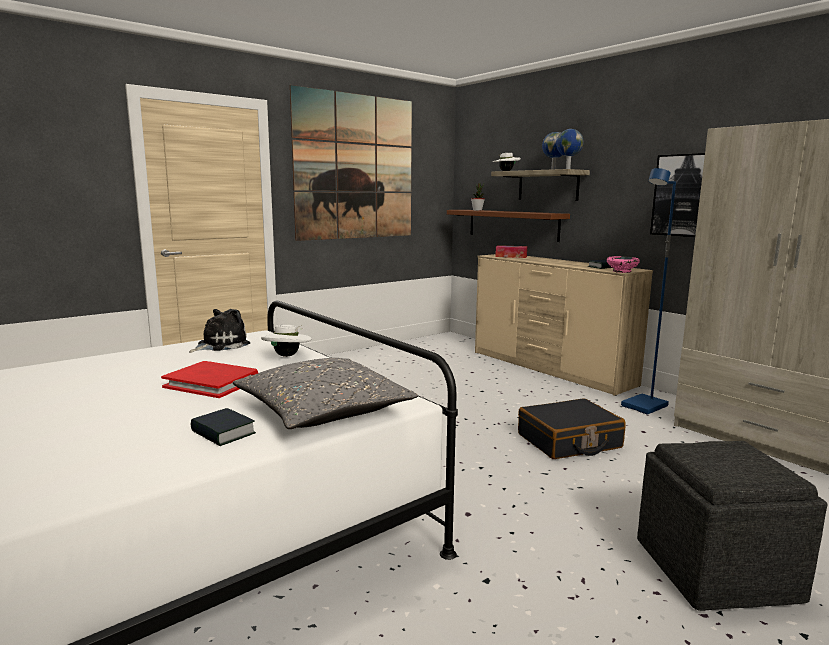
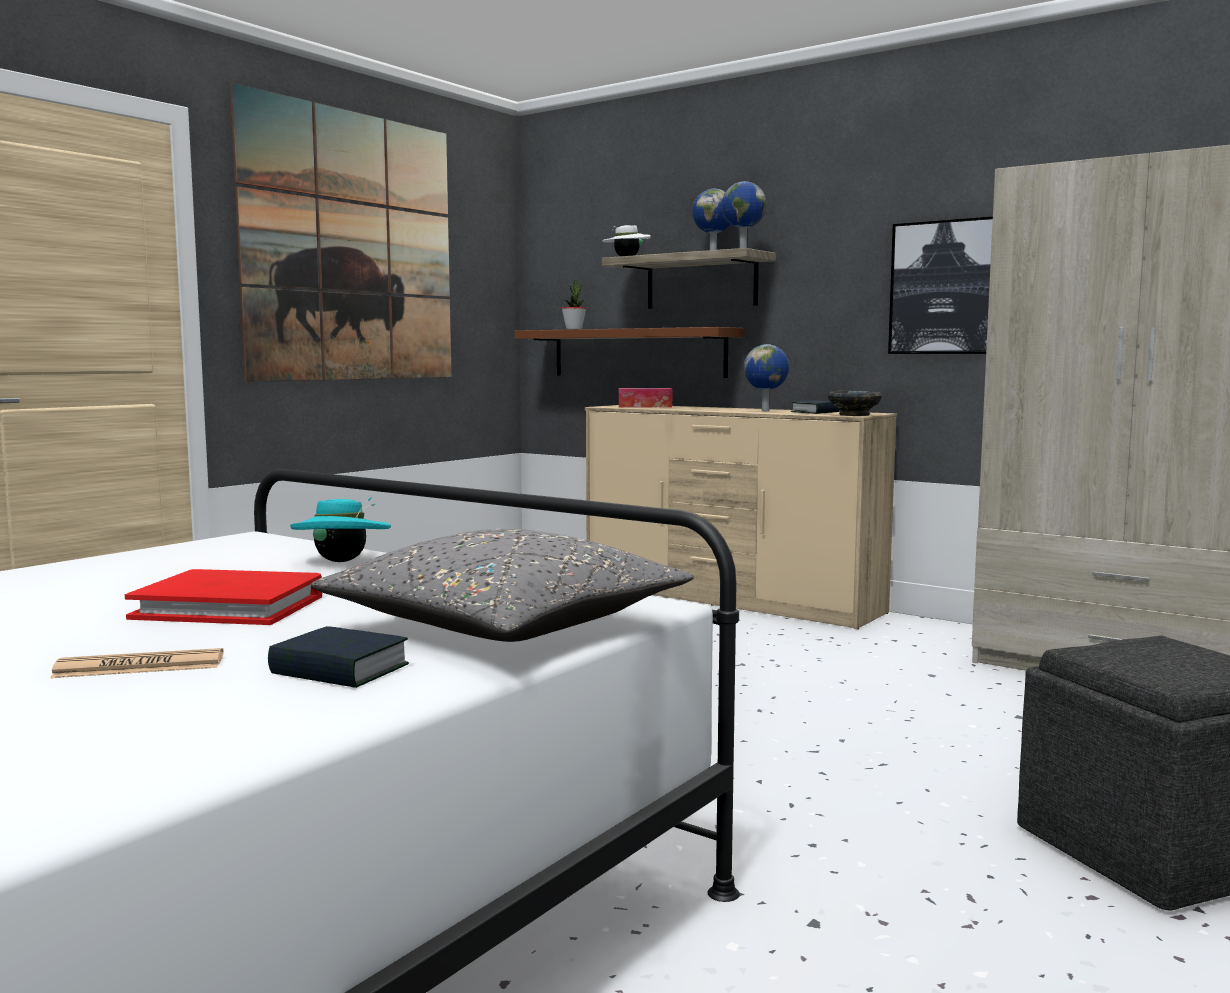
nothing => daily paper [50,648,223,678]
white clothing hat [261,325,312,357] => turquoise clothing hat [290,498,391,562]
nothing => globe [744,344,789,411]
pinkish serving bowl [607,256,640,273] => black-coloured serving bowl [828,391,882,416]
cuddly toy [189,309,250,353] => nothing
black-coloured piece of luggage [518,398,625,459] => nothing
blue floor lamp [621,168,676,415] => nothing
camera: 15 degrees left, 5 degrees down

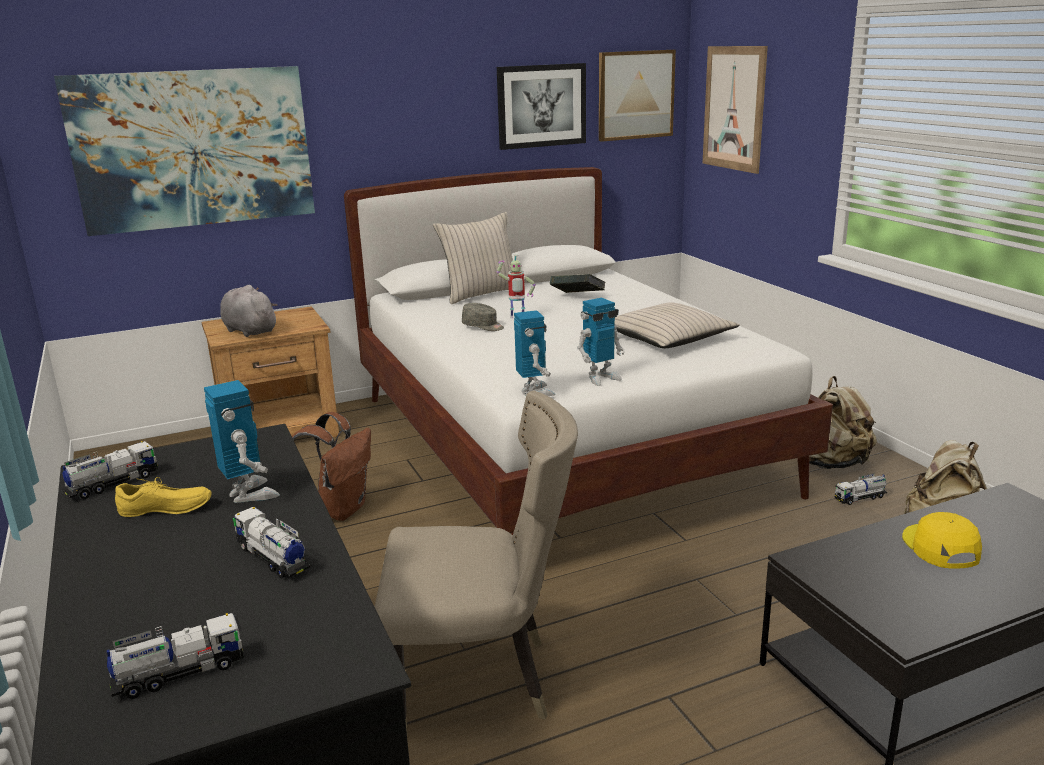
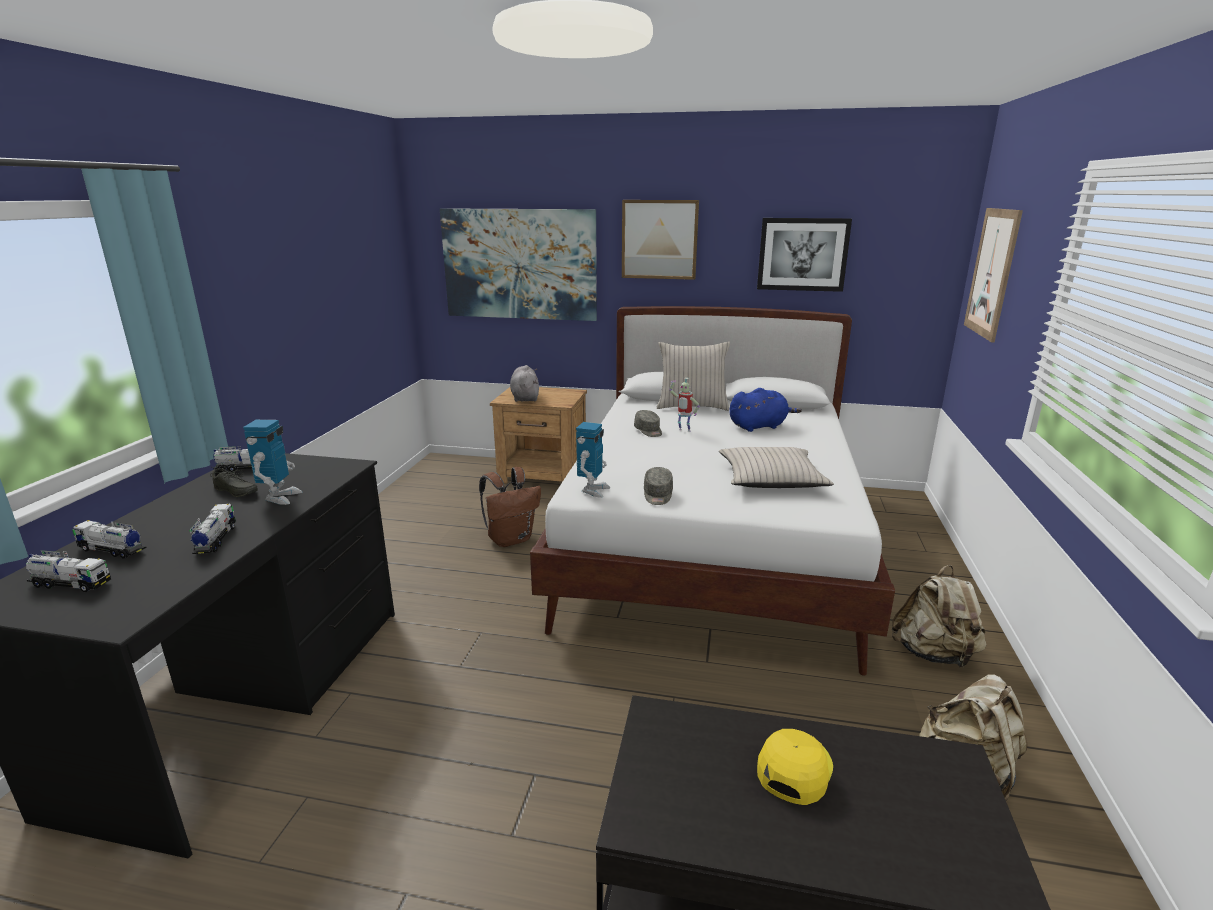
toy lorry [835,473,887,505] => toy lorry [72,520,147,559], move
yellow item of footwear [115,477,212,517] => grey item of footwear [210,467,258,497]
picture [599,50,676,142] => picture [622,200,699,280], move
toy robot [577,298,625,386] => grey baseball cap [644,467,673,505]
bound book [550,274,605,293] => blue cuddly toy [729,388,802,432]
sand-coloured plain chair [375,391,578,732] => nothing
camera: 35 degrees right, 0 degrees up

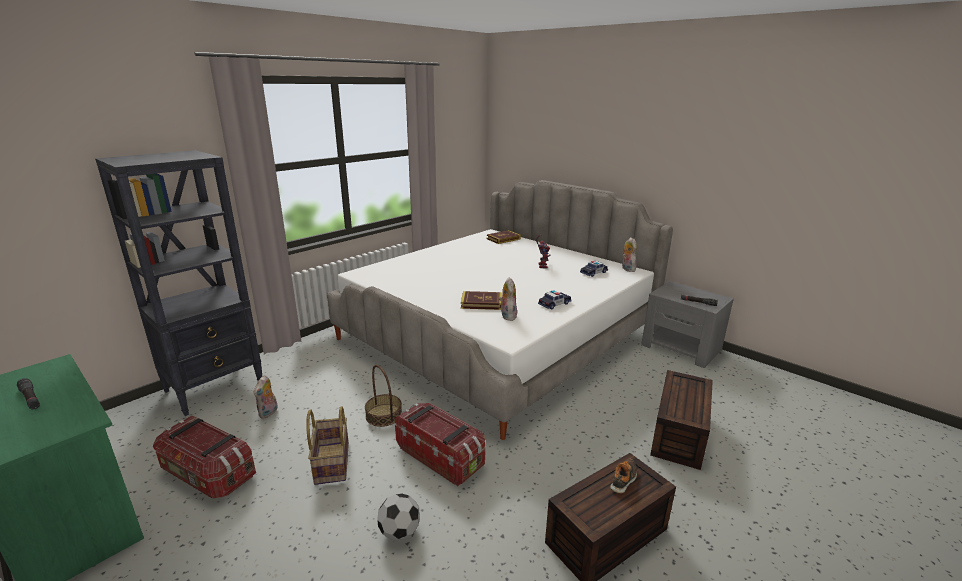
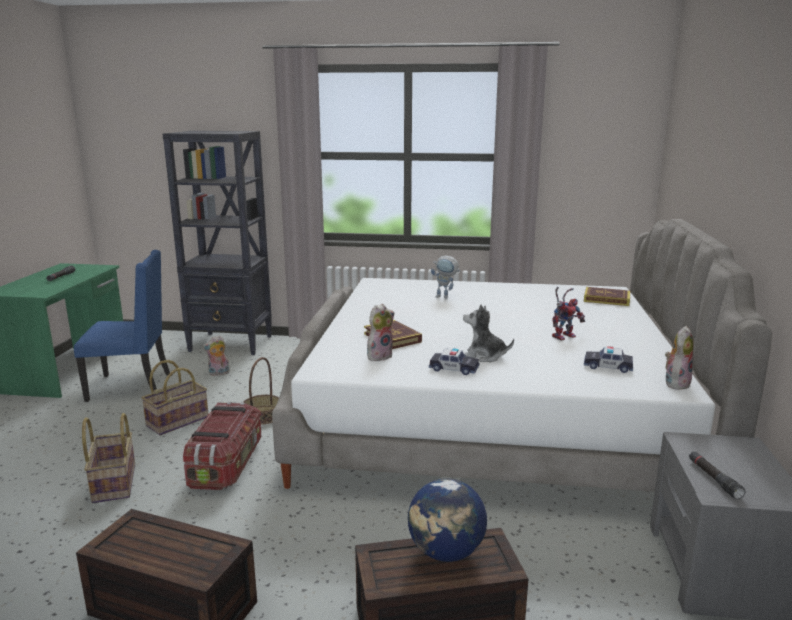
storage container [153,415,256,499] => blue plain chair [74,250,170,402]
ball for football [377,493,419,541] => storage basket [82,413,135,503]
nothing => globe [408,478,487,562]
nothing => toy robot [431,255,461,299]
nothing => cuddly toy [463,305,514,362]
item of footwear [610,459,637,493] => nothing
camera: 55 degrees right, 5 degrees down

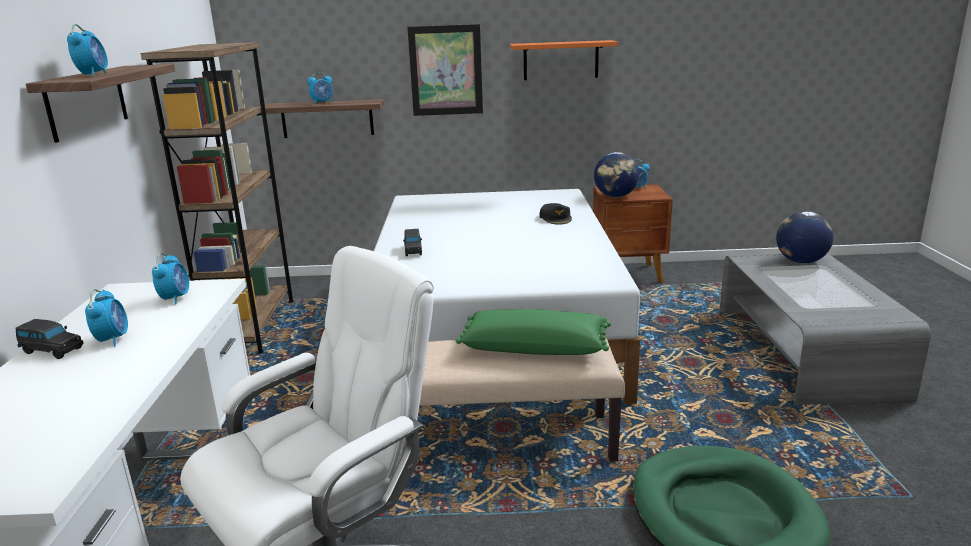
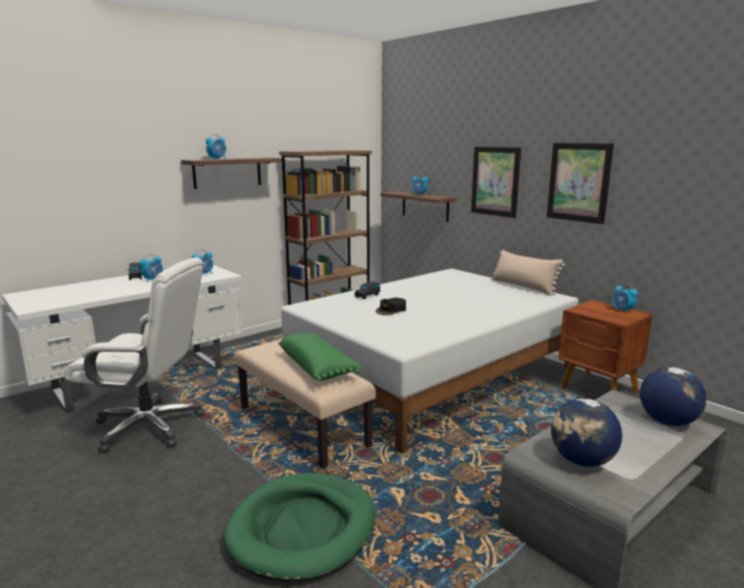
black-coloured baseball cap [540,203,572,225] => black-coloured baseball cap [376,298,406,315], move
nothing => sand-coloured cushion [492,250,565,295]
orange shelf [510,40,618,80] => picture [547,143,614,224]
globe [594,152,639,197] => globe [551,398,622,467], move
camera: 50 degrees right, 5 degrees down

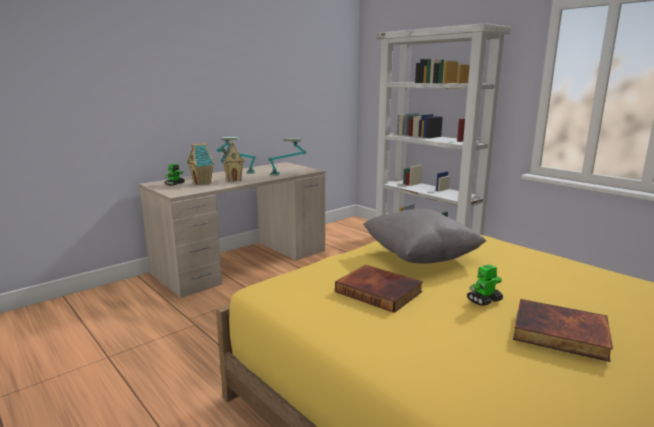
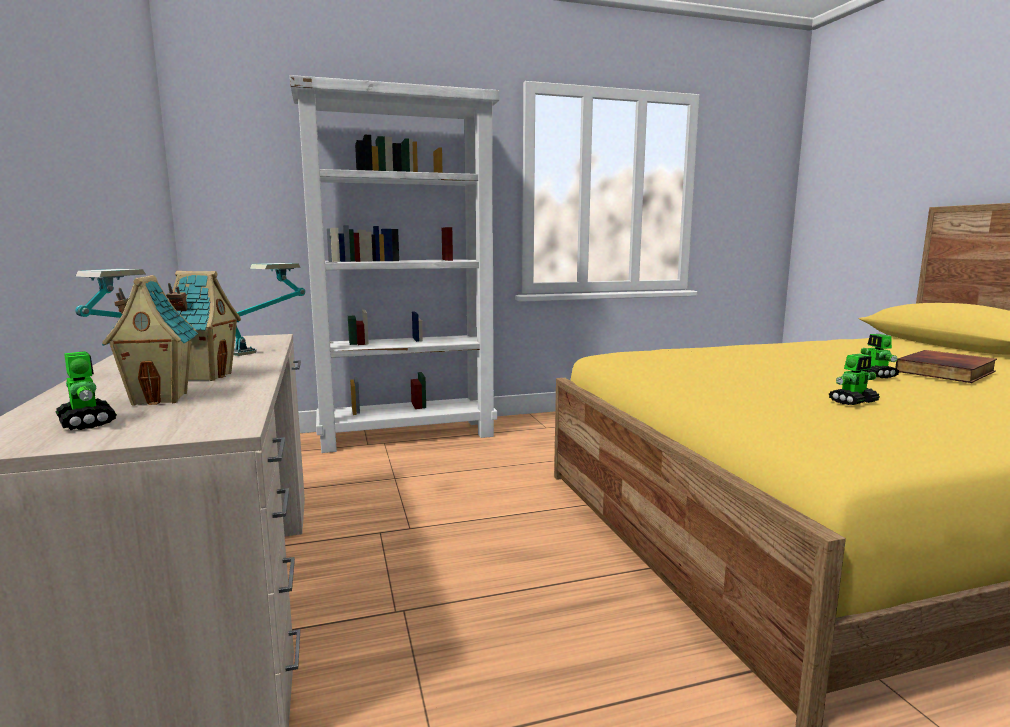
bound book [335,265,423,313] => toy robot [829,354,880,405]
grey cushion [363,209,486,264] => nothing
camera: 65 degrees left, 5 degrees down

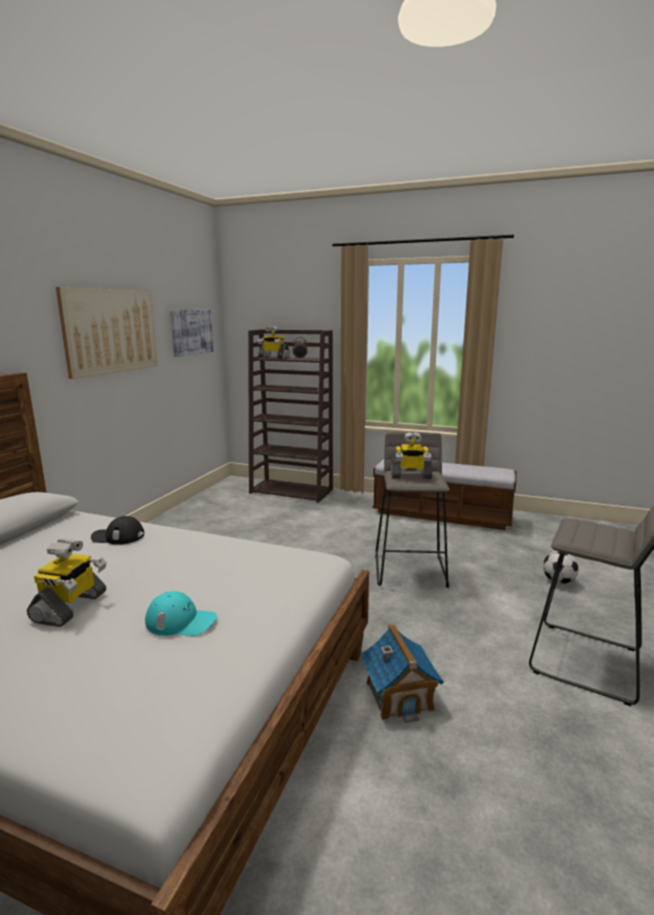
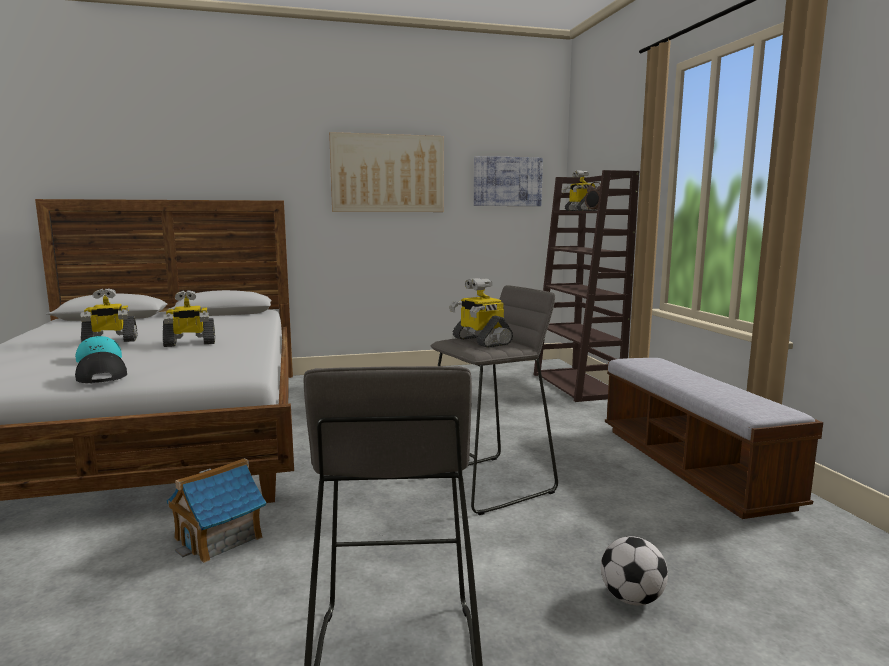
black-coloured baseball cap [91,516,144,545] => black-coloured baseball cap [75,352,127,383], move
nothing => toy robot [163,290,215,347]
camera: 55 degrees right, 5 degrees down

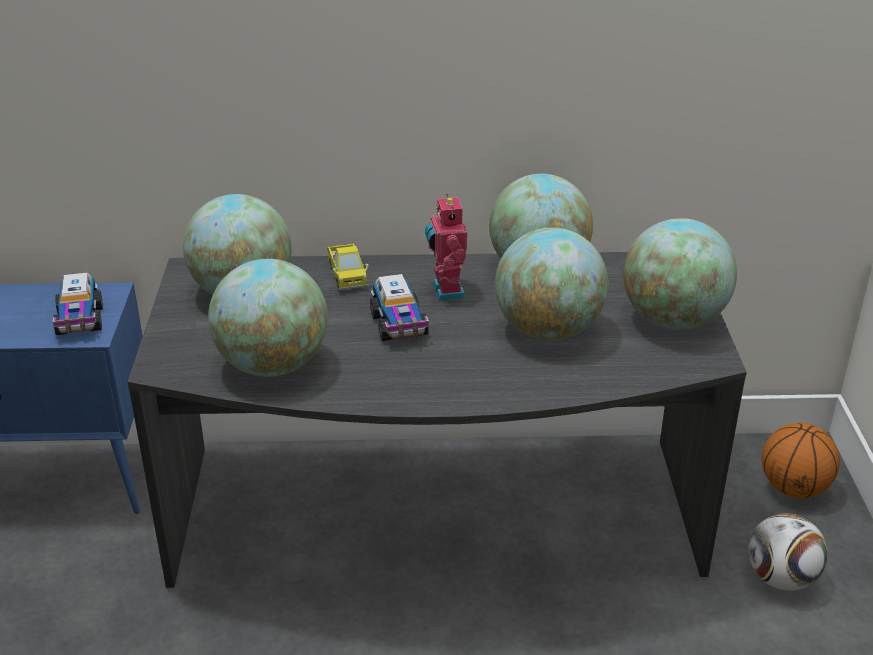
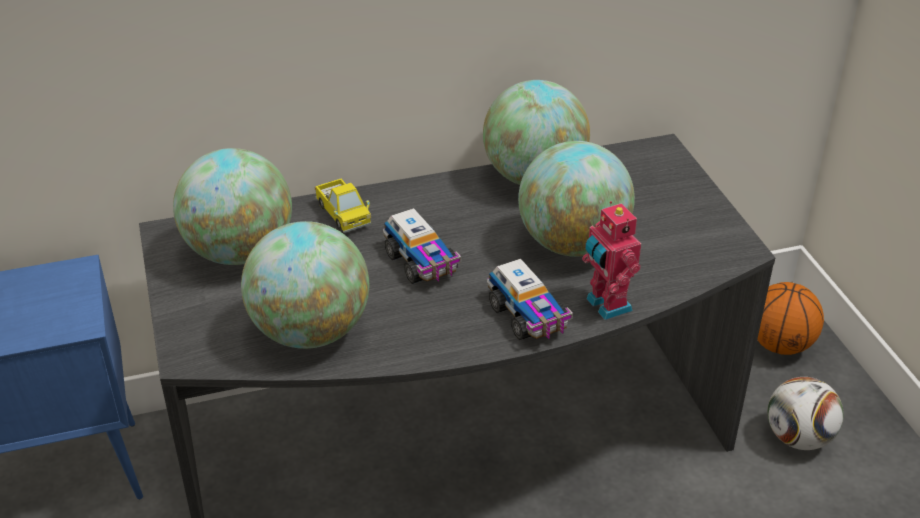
toy lorry [53,273,103,335] => toy lorry [487,259,573,340], move
toy robot [425,194,467,301] => toy robot [582,201,641,320], move
globe [623,218,737,330] => nothing
camera: 15 degrees left, 5 degrees up

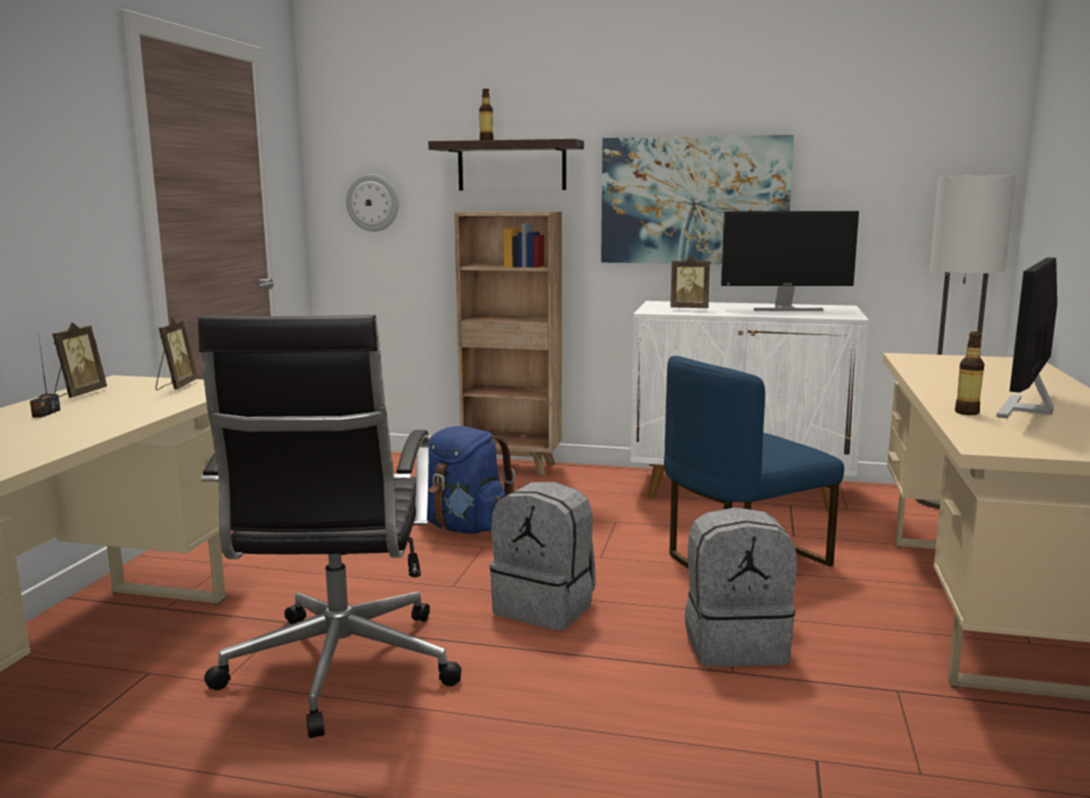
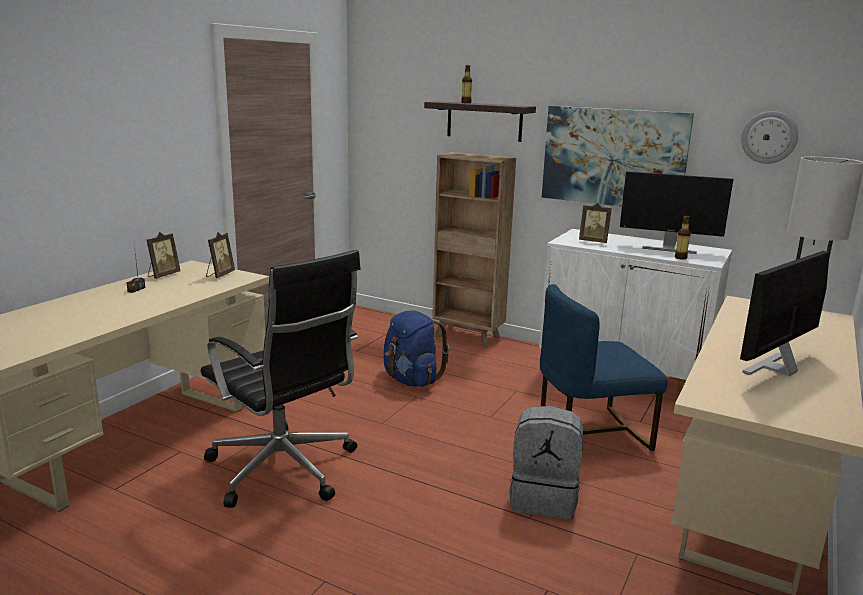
black-coloured desk chair [198,315,462,738] => black-coloured desk chair [201,250,361,508], 60 degrees counterclockwise
bottle [955,332,984,415] => bottle [675,215,691,260], move
hanging clock [346,174,399,232] => hanging clock [741,111,798,164], move
grey rucksack [490,482,596,630] => nothing
camera: 15 degrees right, 5 degrees up

